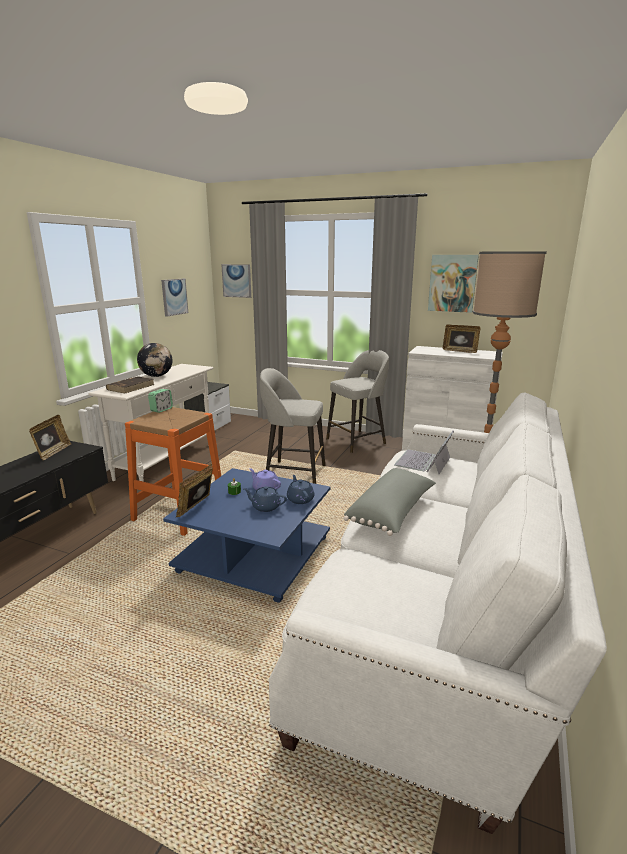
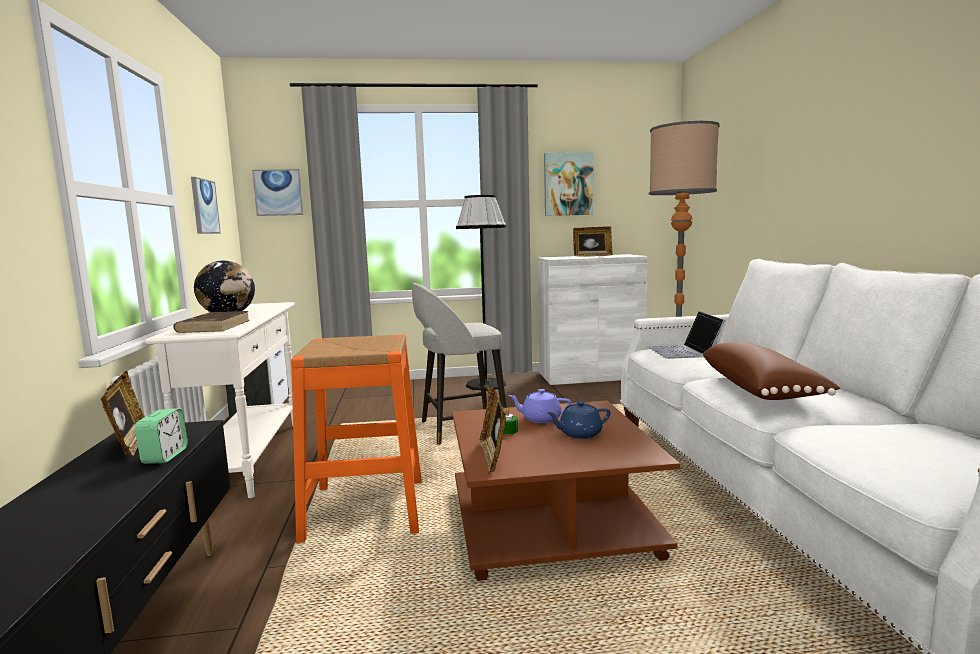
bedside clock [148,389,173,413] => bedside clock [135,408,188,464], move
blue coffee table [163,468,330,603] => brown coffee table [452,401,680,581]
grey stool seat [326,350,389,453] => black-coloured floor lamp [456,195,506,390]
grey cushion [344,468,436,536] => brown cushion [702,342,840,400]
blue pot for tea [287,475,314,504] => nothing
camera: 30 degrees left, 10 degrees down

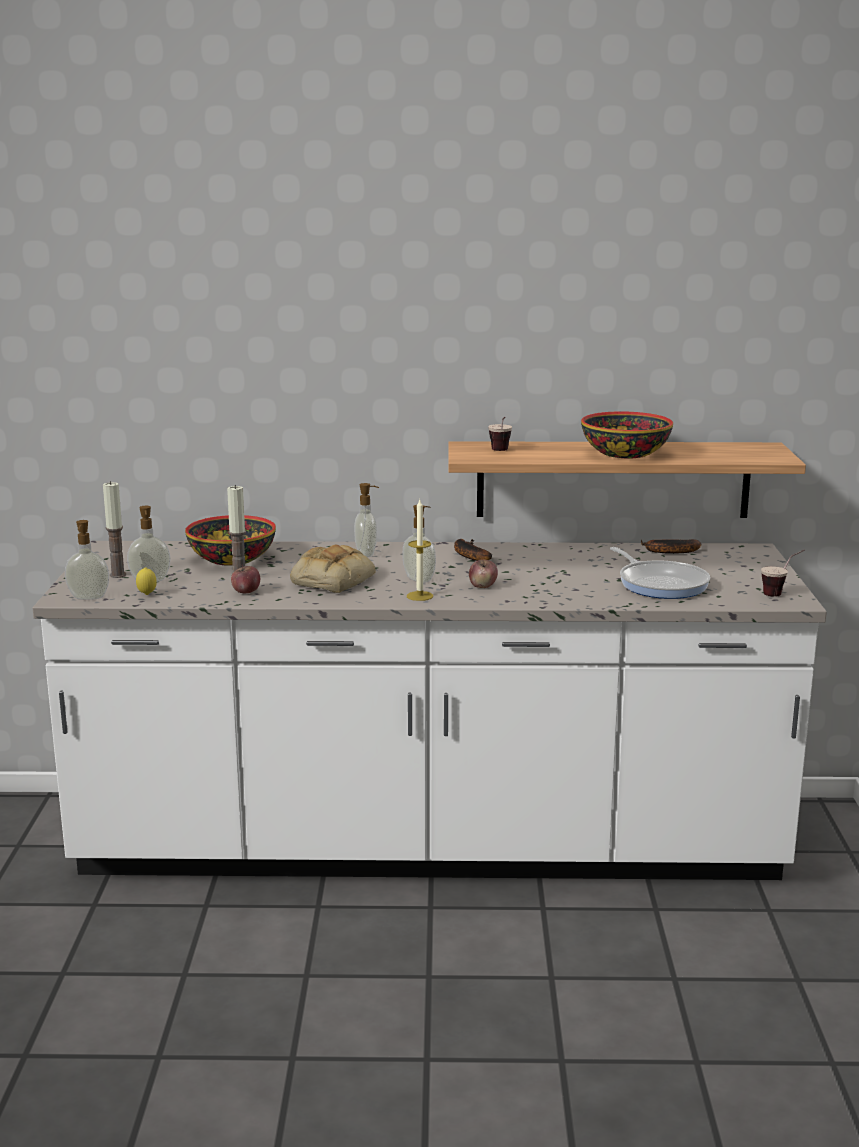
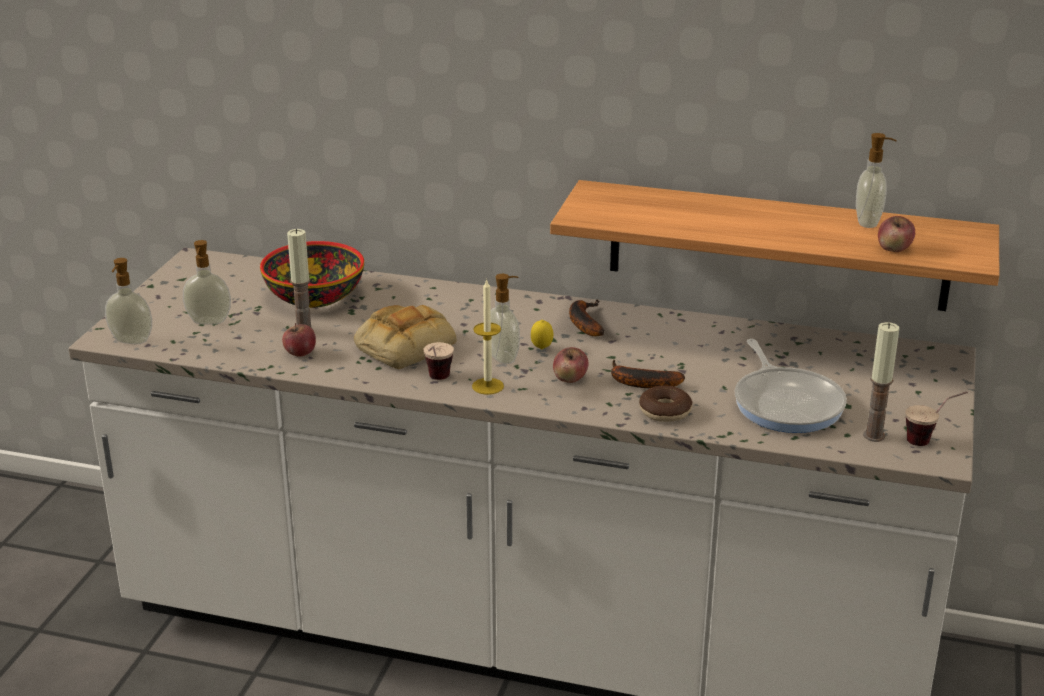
drinking cup [488,417,512,451] => drinking cup [423,342,454,380], move
citrus fruit [136,567,157,595] => citrus fruit [531,320,553,349], move
banana [641,539,701,554] => banana [611,360,685,388], move
nothing => doughnut [639,386,692,422]
soap dispenser [354,483,379,557] => soap dispenser [856,133,897,228], move
wax light [103,481,126,578] => wax light [863,322,899,442], move
nothing => whole apple [878,216,915,252]
serving bowl [581,411,673,459] => nothing
camera: 15 degrees right, 10 degrees up

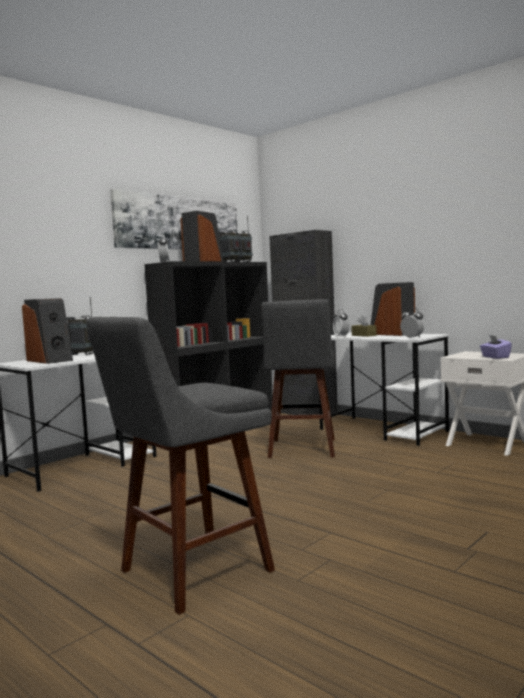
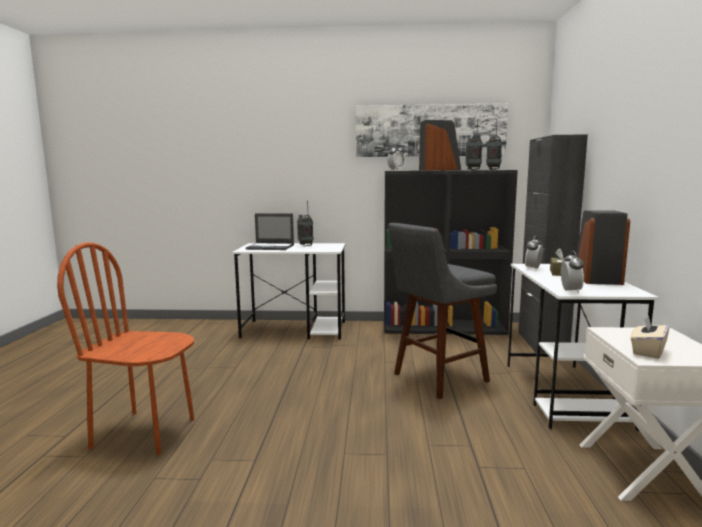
grey stool seat [86,317,275,615] => brown plain chair [57,242,194,455]
loudspeaker [22,298,73,364] => notebook computer [246,213,294,250]
purple tissue holder [480,335,512,359] => sand-coloured tissue holder [631,315,669,359]
camera: 50 degrees right, 5 degrees up

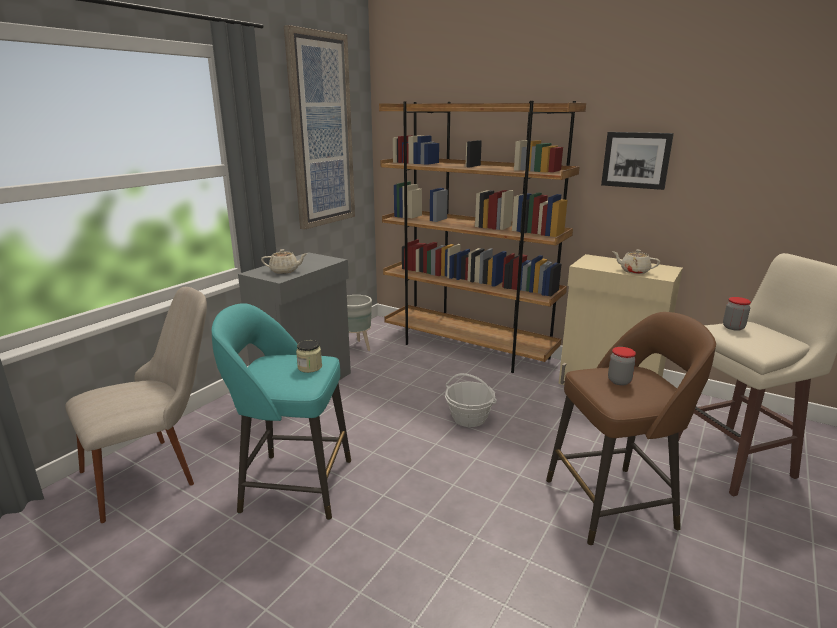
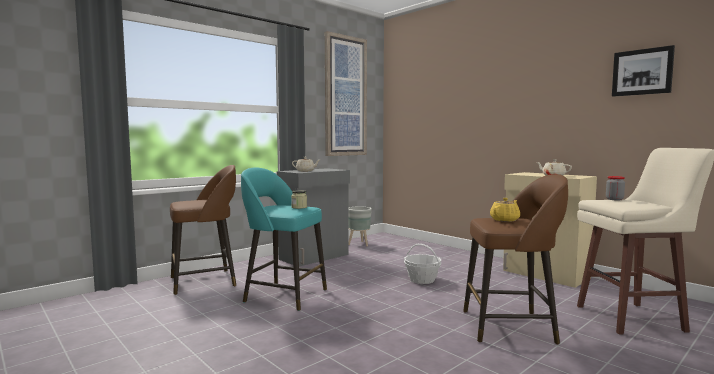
sand-coloured plain chair [65,287,207,523] => brown stool seat [170,165,236,295]
storage jar [608,347,636,385] => yellow pot for tea [490,198,520,222]
picture [601,132,674,190] => picture [612,45,675,97], move
brown shelving unit [379,101,586,373] => nothing
camera: 15 degrees right, 15 degrees down

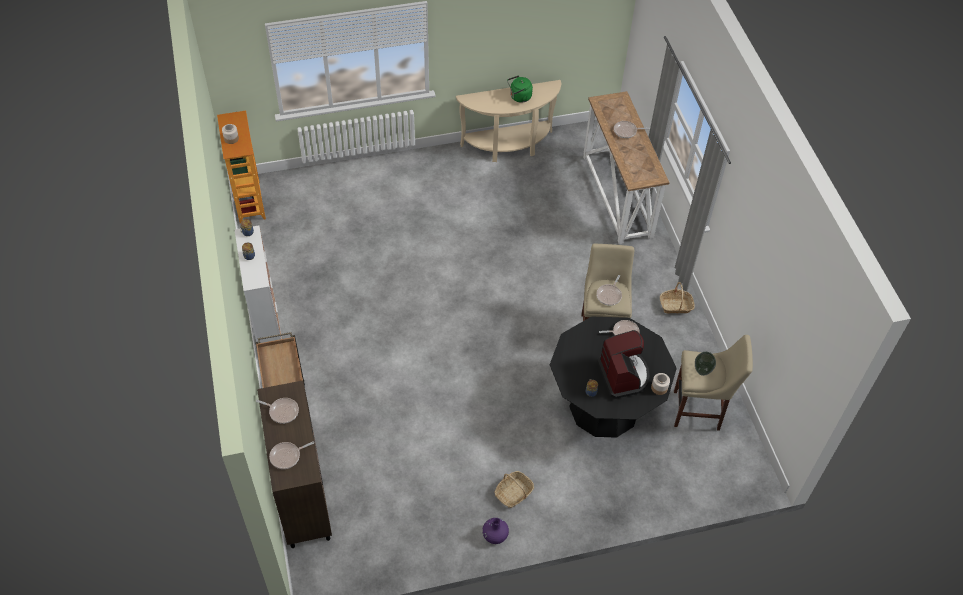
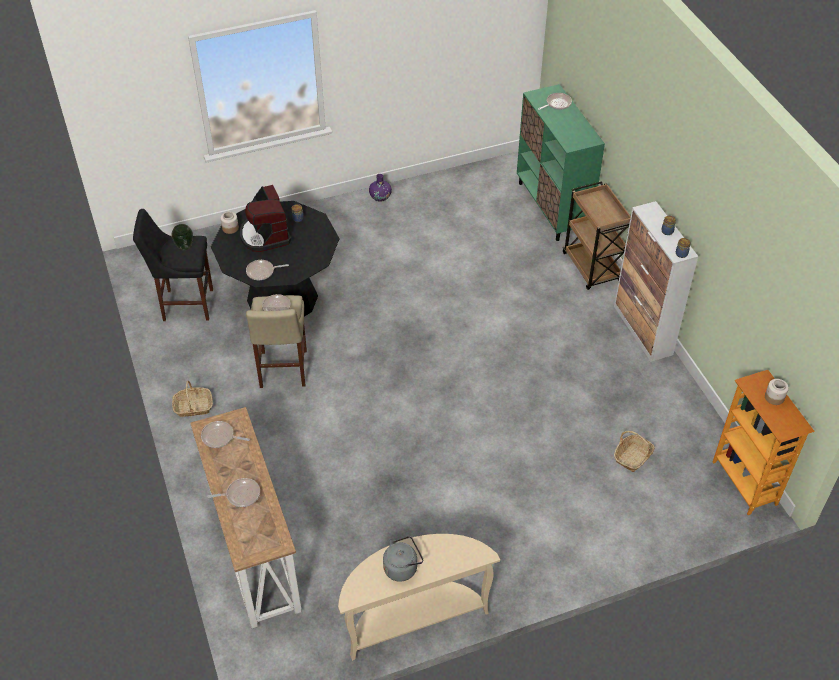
sand-coloured stool seat [674,335,753,431] => black-coloured stool seat [133,209,213,321]
frying pan [256,398,299,424] => frying pan [201,421,250,448], move
greenish tea kettle [507,75,533,103] => grey tea kettle [383,536,423,582]
brown storage cabinet [257,380,332,548] => greenish storage cabinet [517,84,605,241]
storage basket [494,471,534,508] => storage basket [614,431,655,472], move
camera: 175 degrees right, 5 degrees down

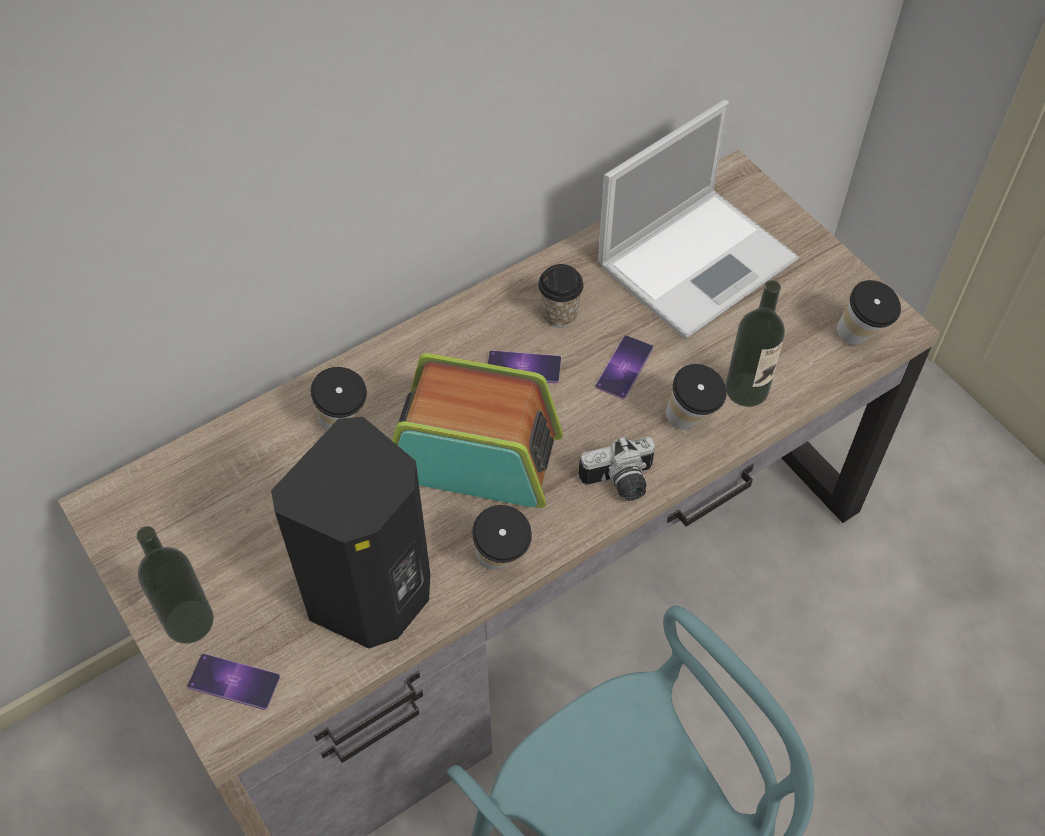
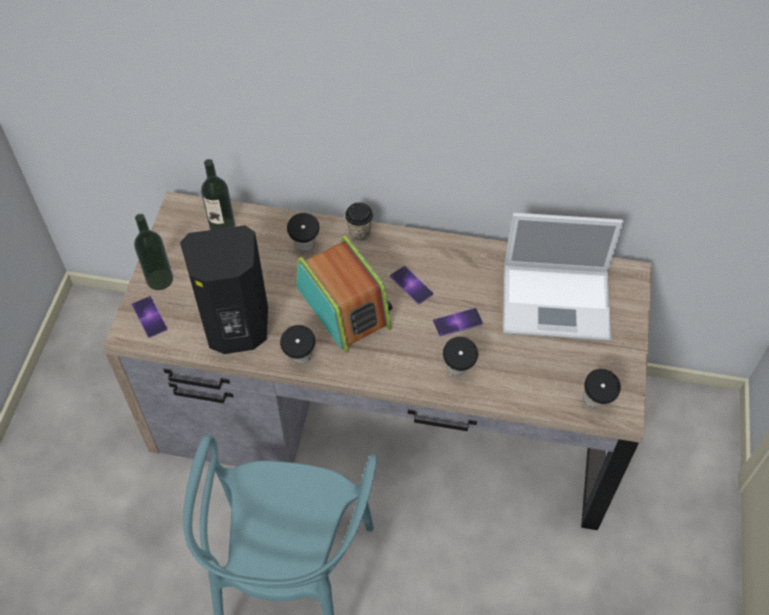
bottle [725,280,785,407] => bottle [201,159,235,230], move
drinking cup [538,264,584,328] => drinking cup [345,202,373,241], move
photo camera [579,436,655,501] => nothing
camera: 45 degrees right, 0 degrees up

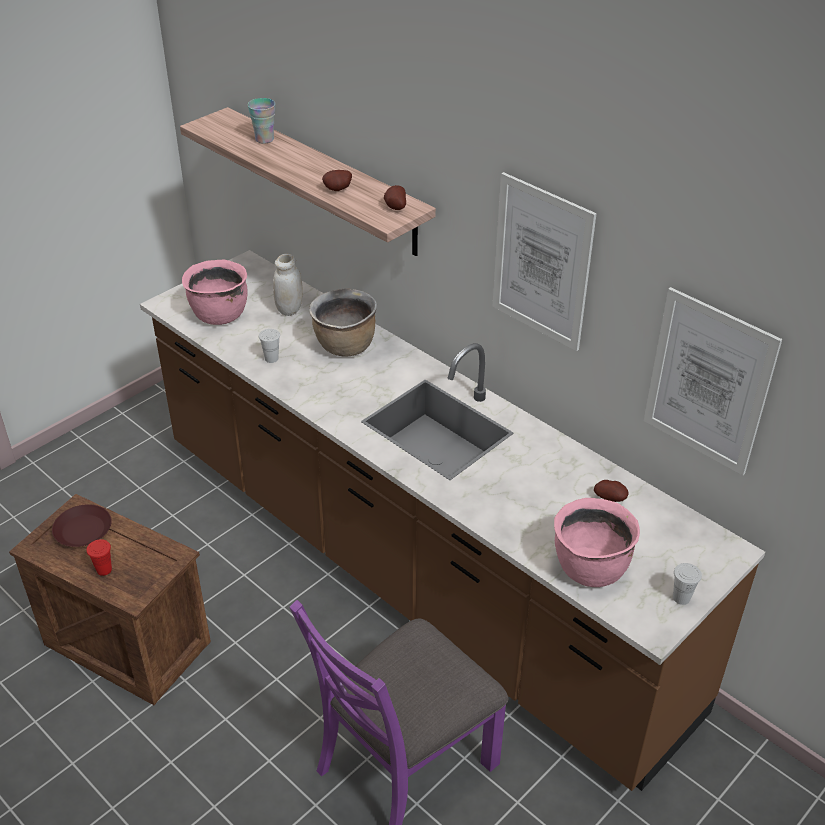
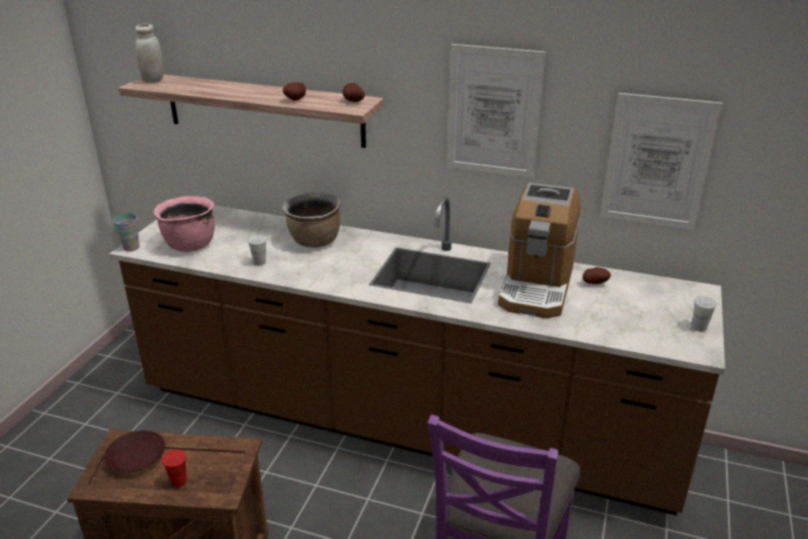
drinking cup [248,98,275,144] => drinking cup [113,213,140,252], move
white storage jar [273,254,303,316] => white storage jar [135,24,164,83], move
nothing => coffee brewer [498,183,581,319]
pinkish stockpot [554,498,640,587] => nothing
camera: 25 degrees left, 10 degrees down

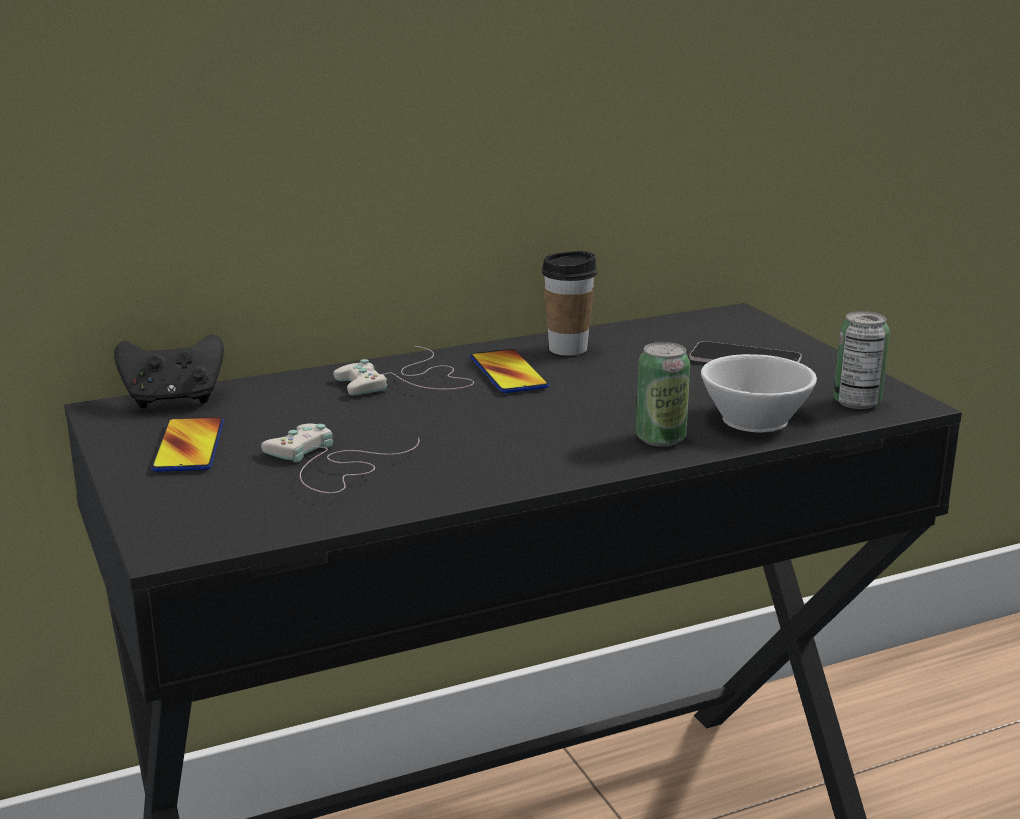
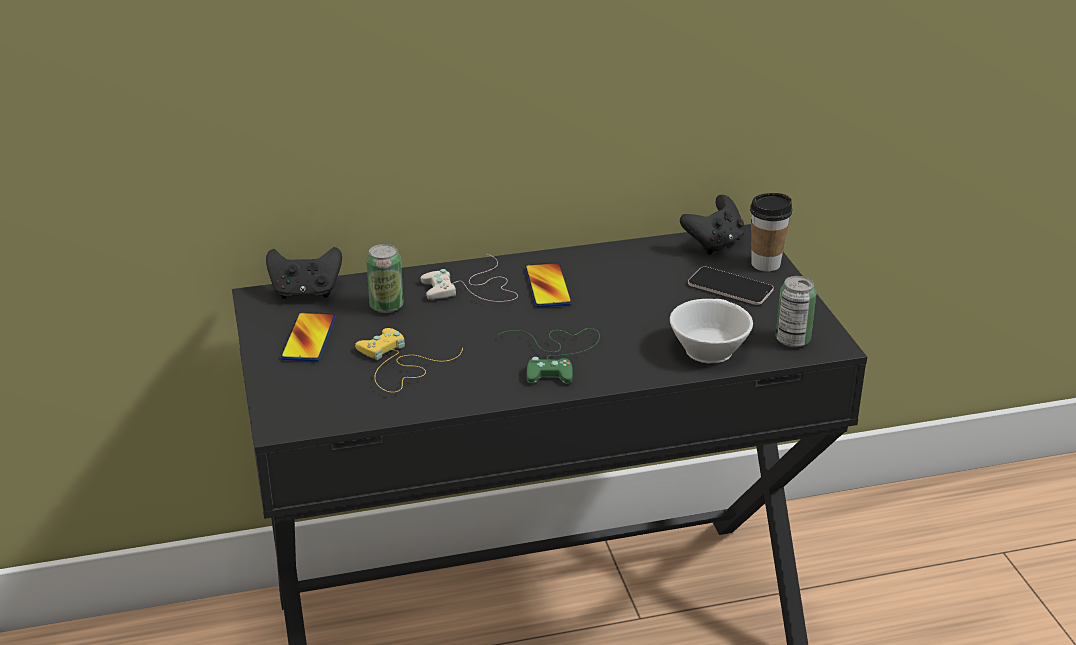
white game controller [261,424,419,493] => yellow game controller [355,328,463,393]
metal can [636,342,690,447] => metal can [366,244,403,313], move
nothing => greenish game controller [498,328,600,384]
nothing => black-coloured game controller [680,195,744,255]
drinking cup [542,251,597,356] => drinking cup [750,193,792,271], move
camera: 10 degrees right, 10 degrees up

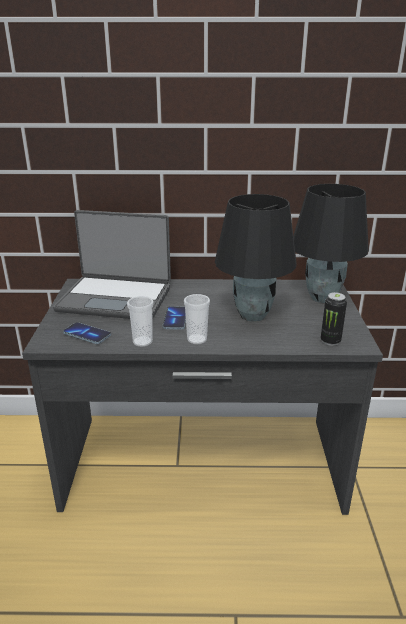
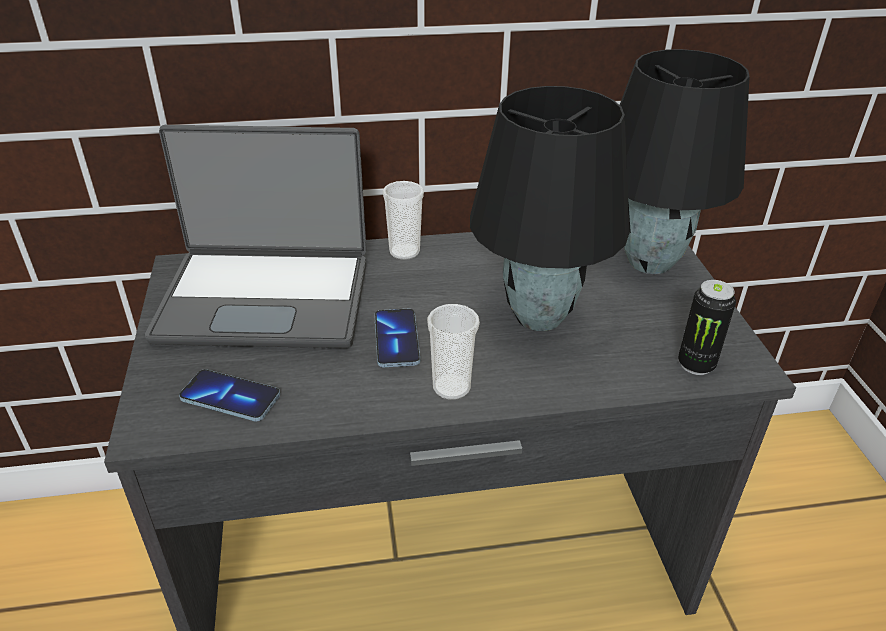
drinking cup [127,296,154,347] => drinking cup [382,181,424,260], move
camera: 10 degrees left, 10 degrees up

